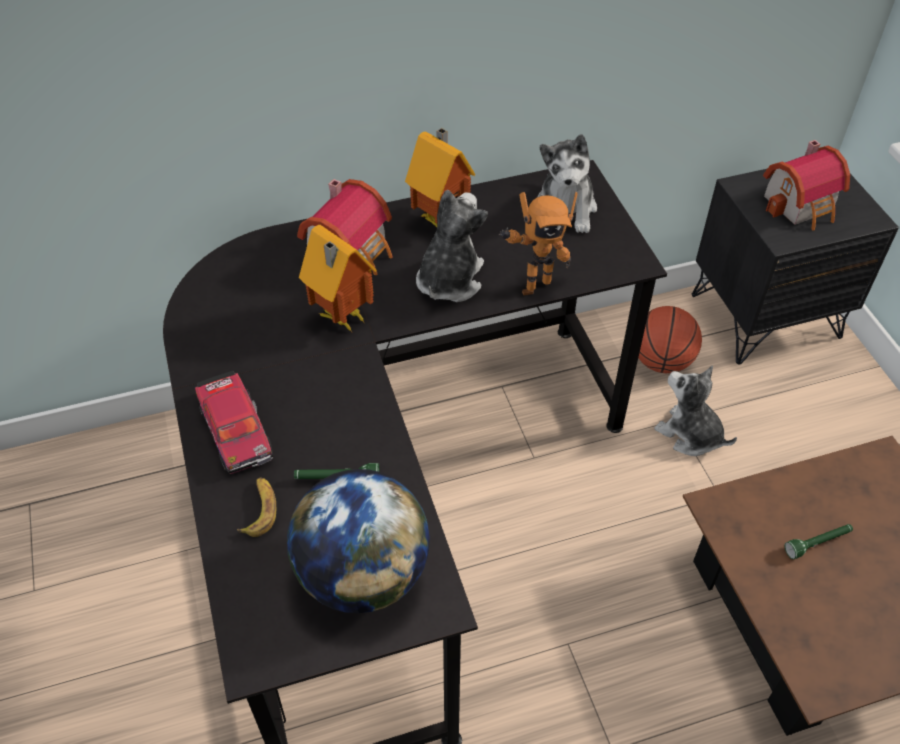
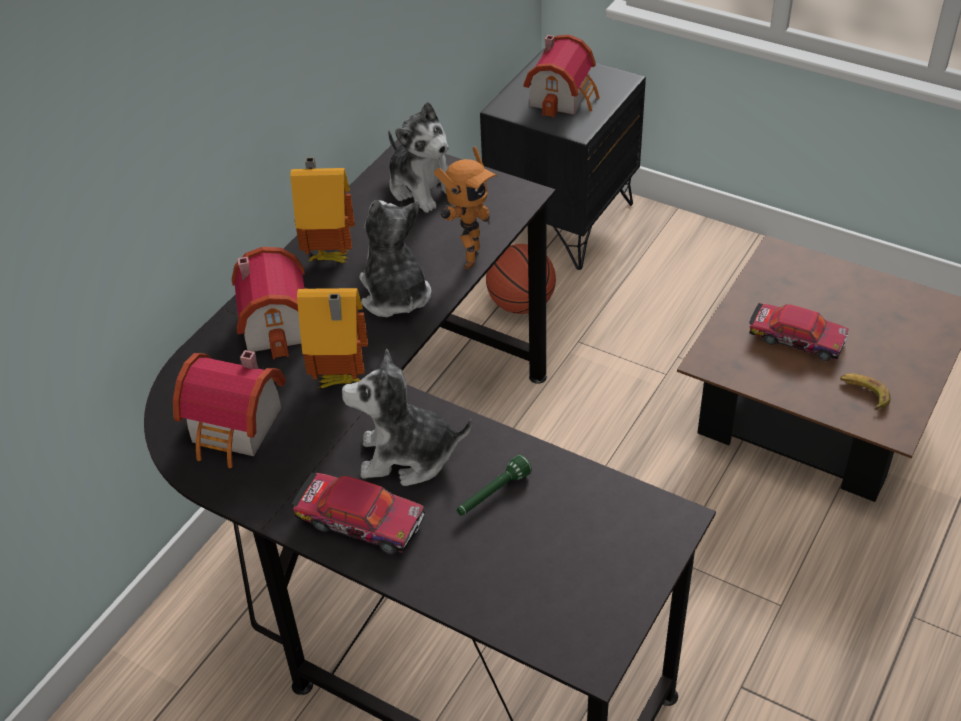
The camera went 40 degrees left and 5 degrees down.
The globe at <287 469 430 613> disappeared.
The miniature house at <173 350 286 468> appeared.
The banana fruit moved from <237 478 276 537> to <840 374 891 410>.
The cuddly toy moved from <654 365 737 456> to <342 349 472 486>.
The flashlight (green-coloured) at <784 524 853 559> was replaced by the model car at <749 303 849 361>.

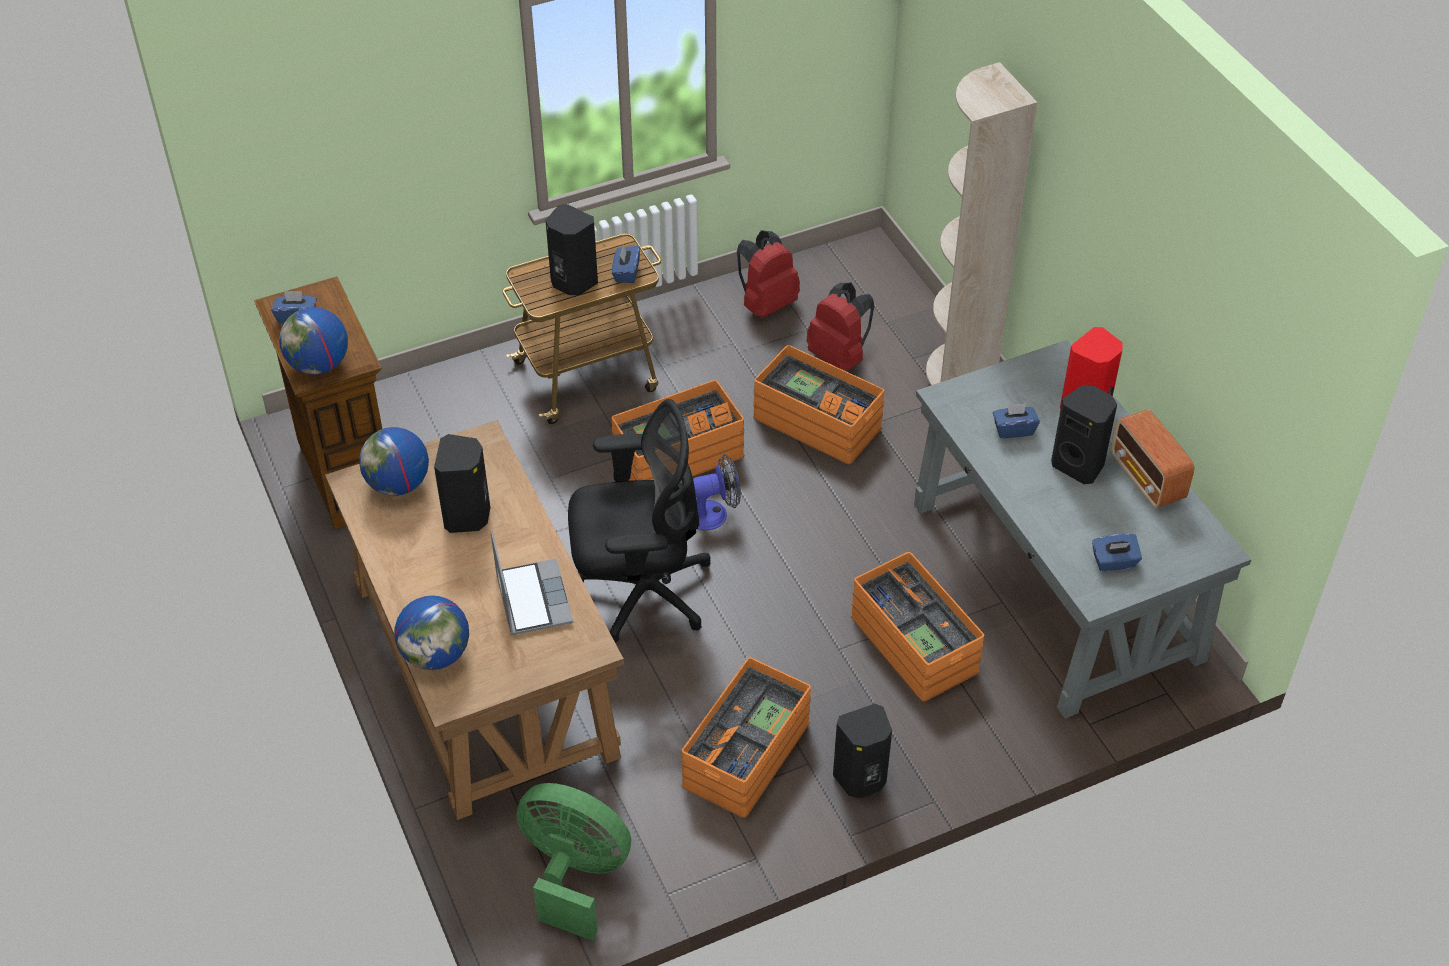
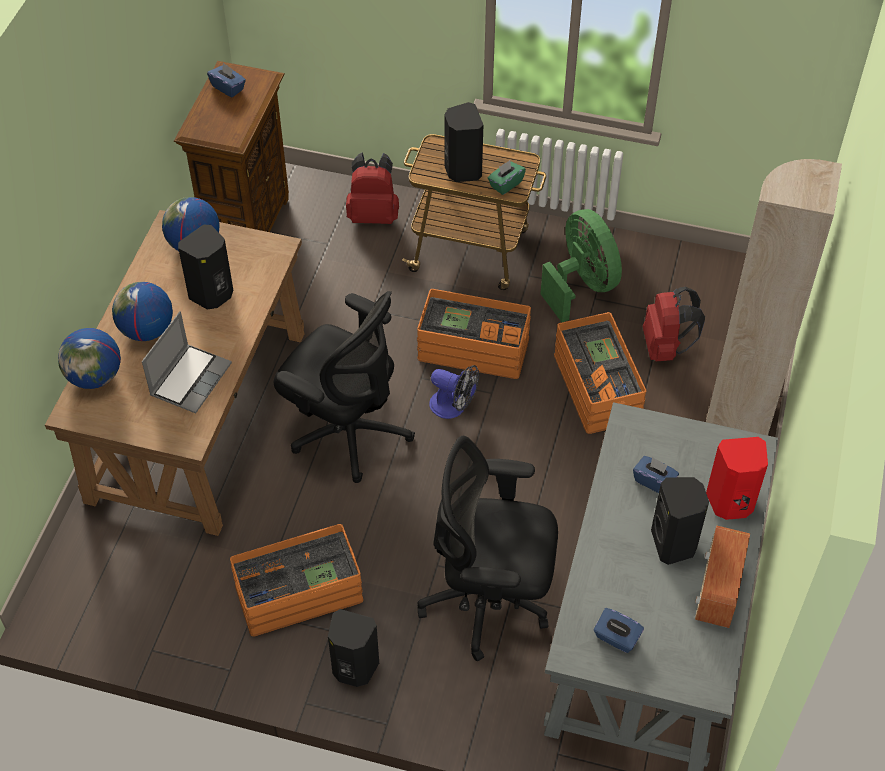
The camera went 40 degrees right and 5 degrees up.
The globe moved from <279 307 348 375> to <112 282 173 341>.
The cooling fan (green-coloured) moved from <517 783 631 941> to <540 209 622 322>.
The rucksack (red-coloured) moved from <737 230 800 318> to <346 152 399 224>.
The storage bin (orangey) at <851 552 984 701> was replaced by the computer chair (blackish) at <418 436 558 662>.
The box of tissues (blue) at <612 245 640 283> became the box of tissues (green-coloured) at <488 160 526 195>.

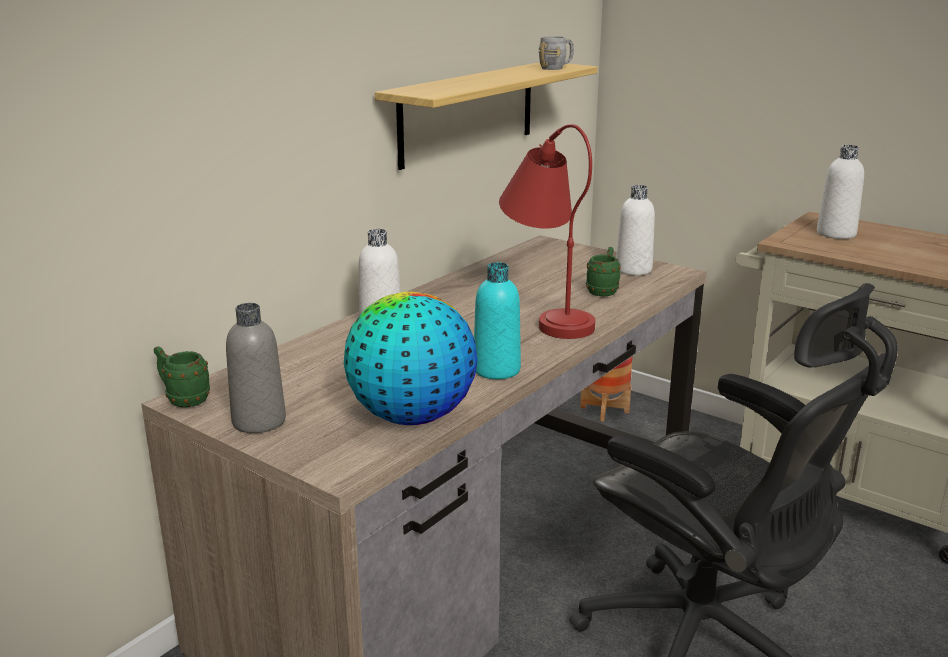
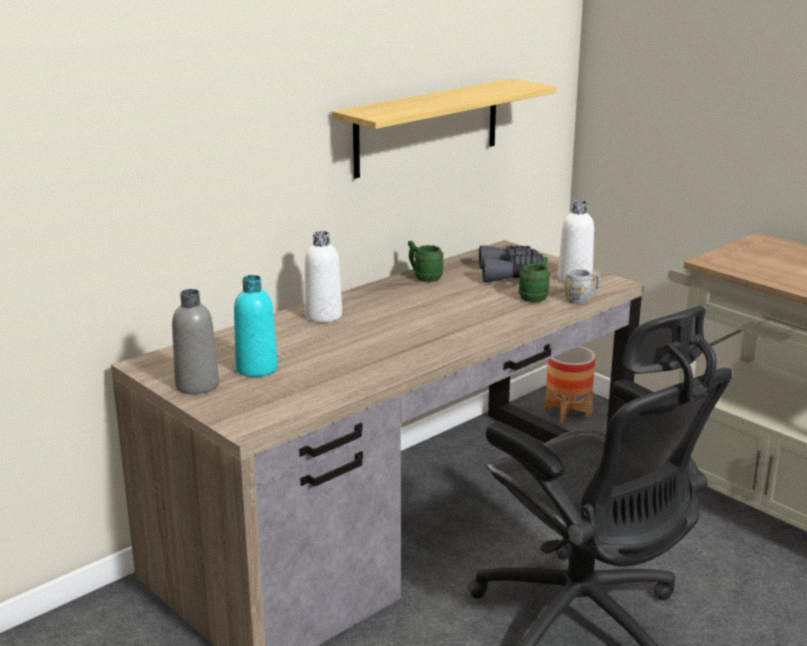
The camera went 10 degrees right and 0 degrees up.
The globe at <344 292 477 425> disappeared.
The lamp for a table (red-coloured) at <499 124 595 339> disappeared.
The bottle (white) at <817 145 864 239> disappeared.
The pair of binoculars (grey) at <479 245 543 282> appeared.
The coffee mug (green-coloured) moved from <154 346 210 407> to <408 241 444 282>.
The bottle (turquoise) moved from <474 262 521 379> to <234 275 278 377>.
The coffee mug (grey) moved from <539 36 574 70> to <564 269 601 304>.

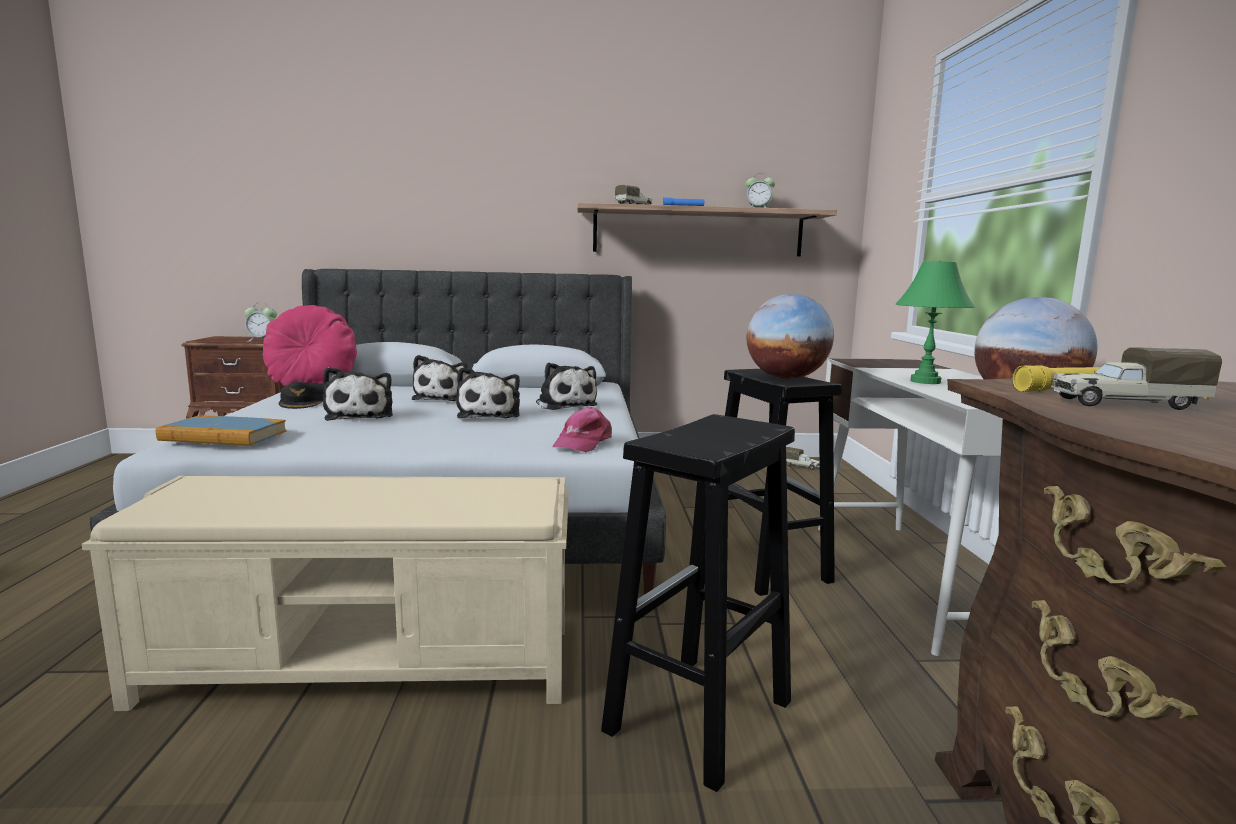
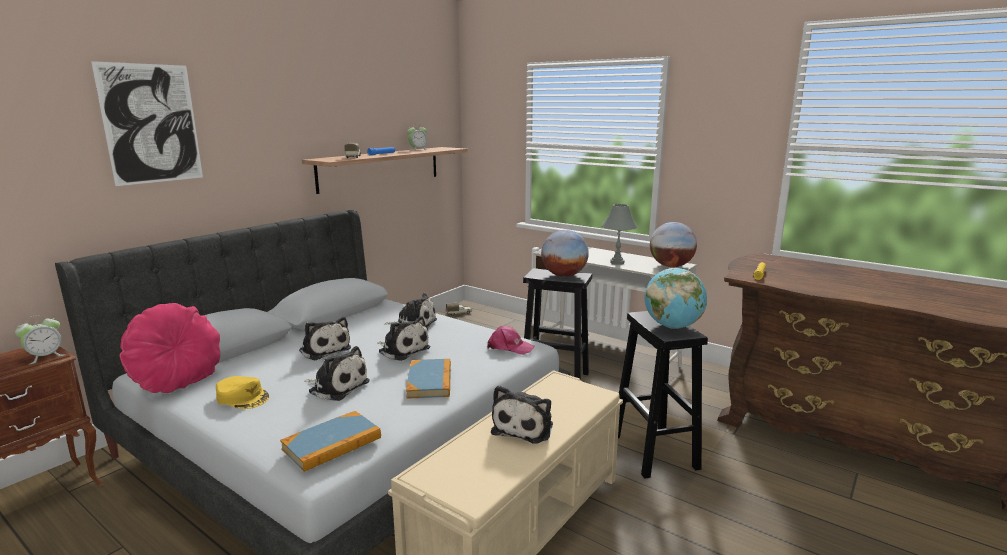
The camera went 50 degrees left and 5 degrees up.
The toy truck at <1051 347 1222 410> disappeared.
The wall art at <91 61 203 186> appeared.
The volume at <406 359 451 399> appeared.
The cuddly toy at <491 385 553 444> appeared.
The globe at <645 268 707 329> appeared.
The baseball cap (blackish) at <279 382 324 409> became the baseball cap (yellowish) at <216 376 269 409>.
The lamp for a table (green-coloured) at <896 261 975 384> became the lamp for a table (grey) at <601 204 638 265>.
The baseball cap (pinkish) at <552 407 612 452> turned 45 degrees counterclockwise.

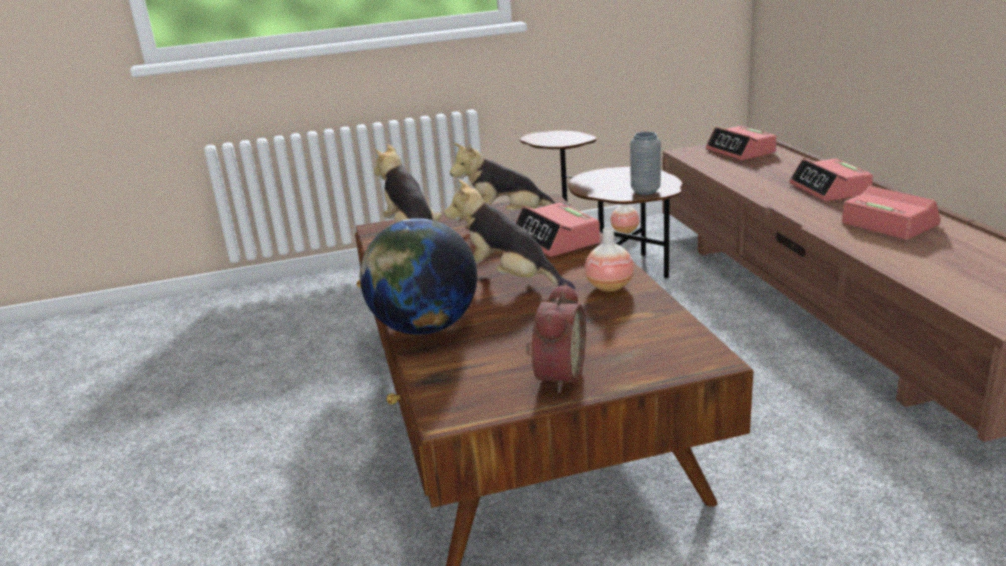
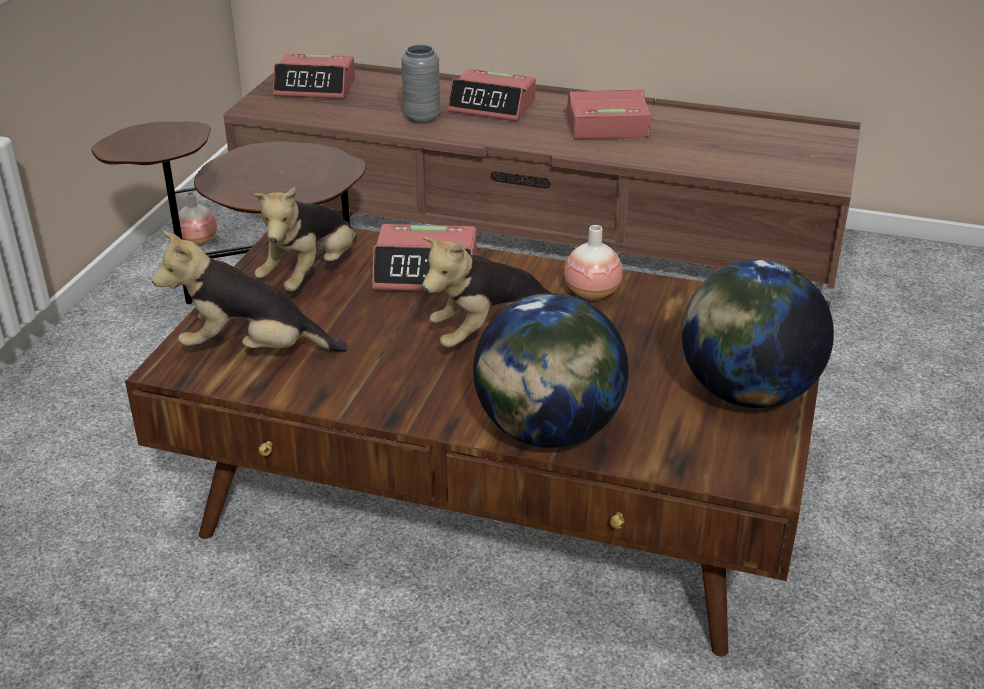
The camera went 60 degrees left and 10 degrees up.
The decorative vase (grey) moved from <630 132 661 195> to <401 44 440 124>.
The bedside clock at <526 283 586 393> was replaced by the globe at <682 260 834 408>.

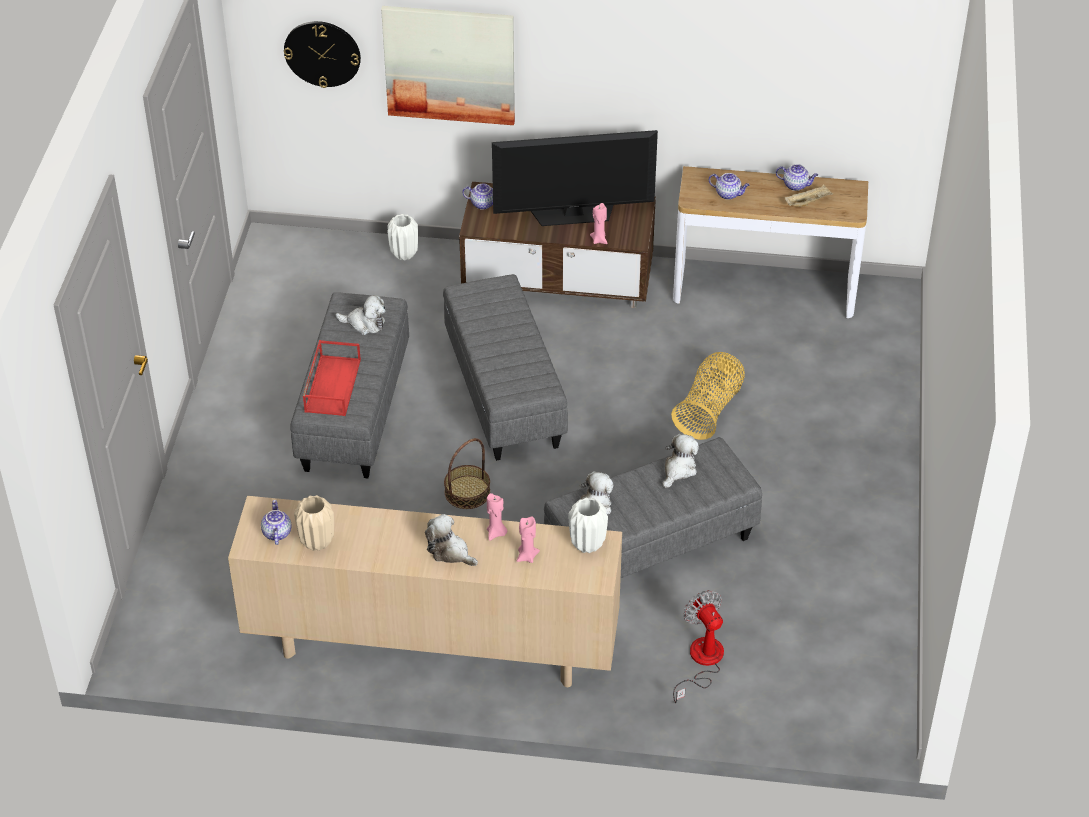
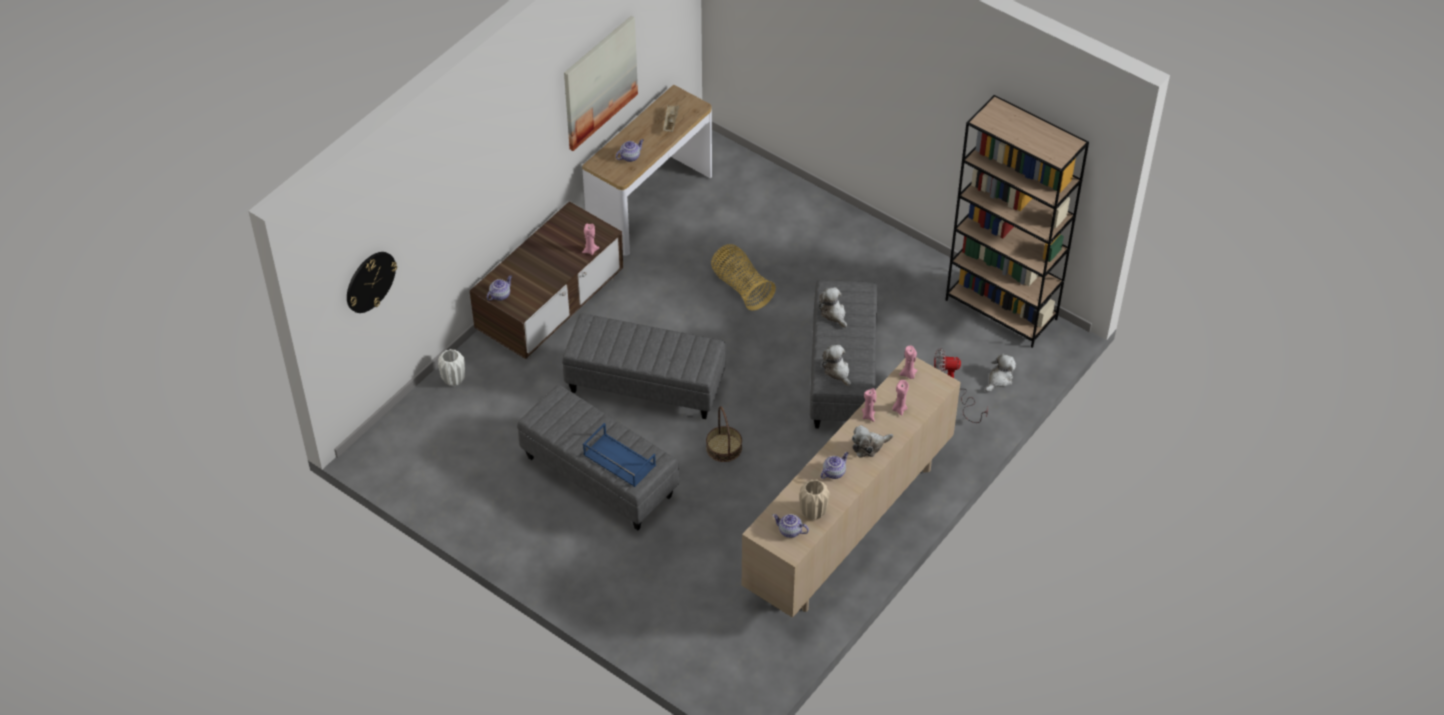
The camera went 60 degrees left and 5 degrees up.
The TV set at <492 130 658 226> disappeared.
The bookshelf (beige-coloured) at <946 95 1089 348> appeared.
The cuddly toy moved from <335 295 386 335> to <985 354 1016 392>.
The wall art moved from <381 6 515 125> to <564 16 638 151>.
The teapot moved from <776 164 818 191> to <821 452 849 479>.
The decorative vase (white) at <568 498 608 553> was replaced by the candle (pinkish) at <899 346 917 379>.
The carrying tray (red-coloured) at <303 340 361 416> became the carrying tray (blue) at <583 423 656 487>.

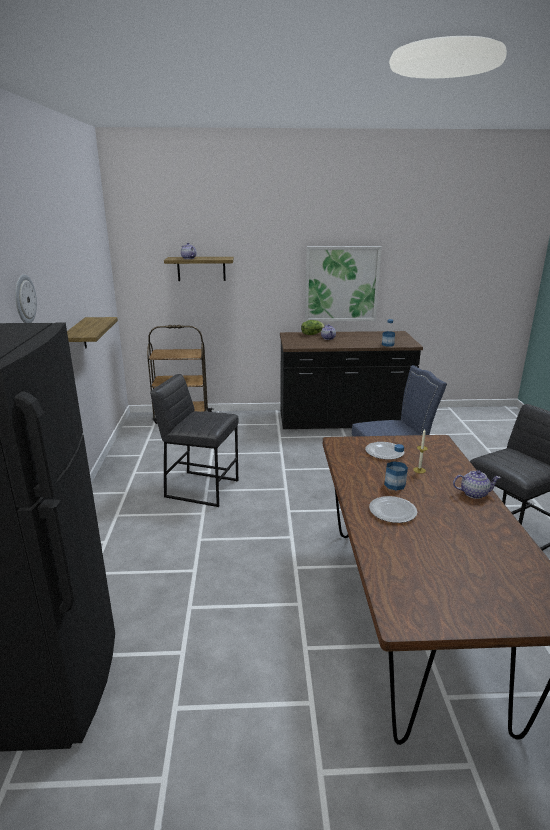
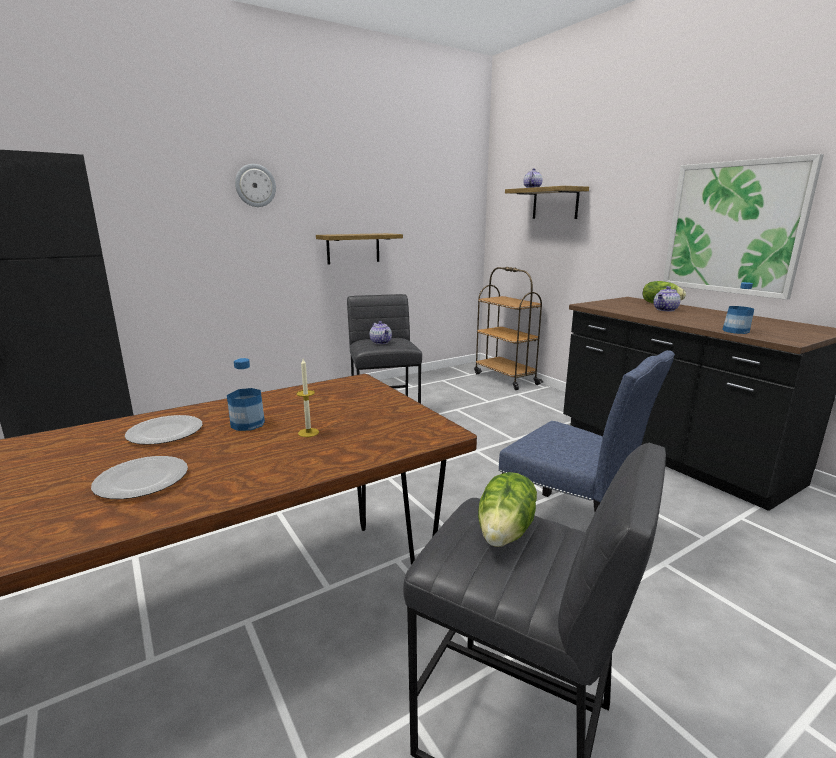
The camera went 60 degrees right and 5 degrees down.
The lettuce at <478 472 537 547> appeared.
The dinner plate moved from <365 442 404 460> to <91 456 188 499>.
The teapot moved from <453 470 500 499> to <370 321 392 344>.

